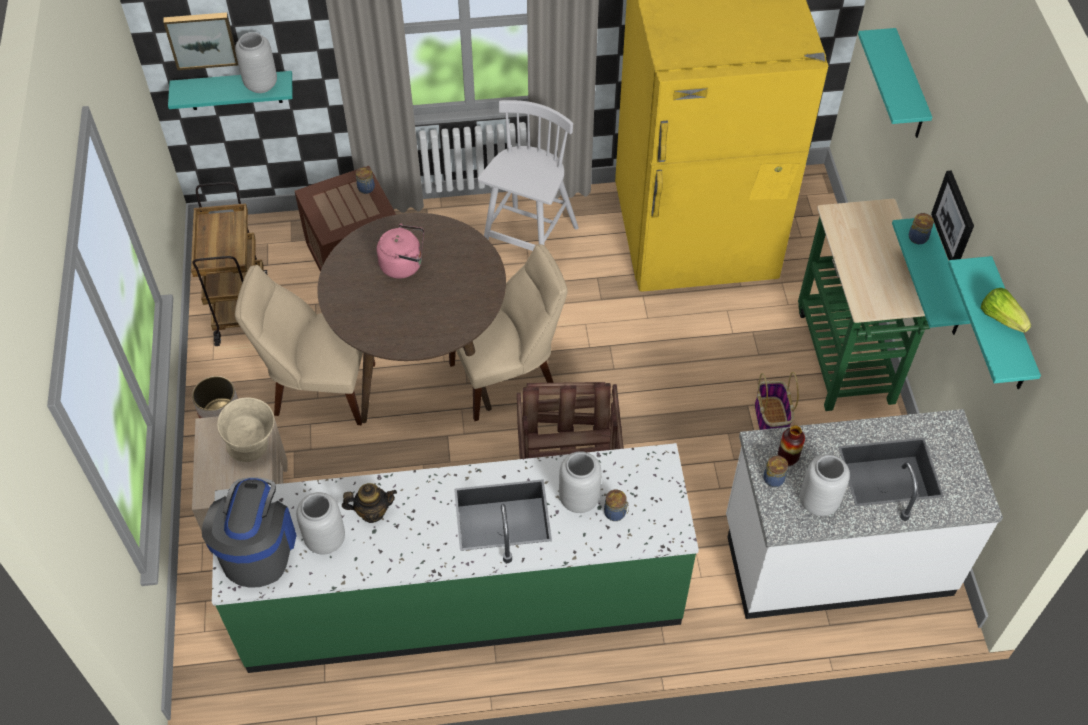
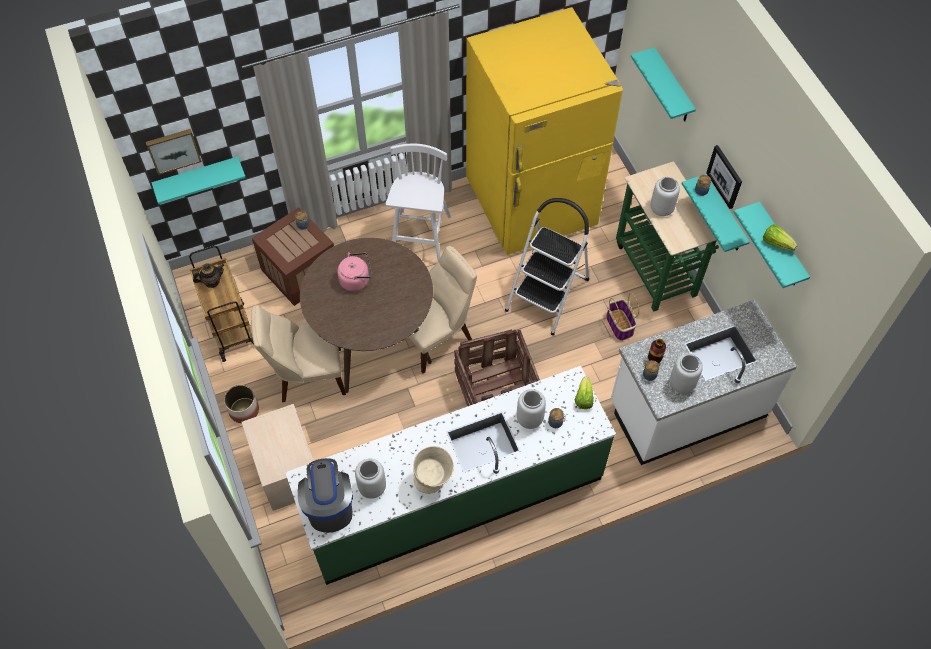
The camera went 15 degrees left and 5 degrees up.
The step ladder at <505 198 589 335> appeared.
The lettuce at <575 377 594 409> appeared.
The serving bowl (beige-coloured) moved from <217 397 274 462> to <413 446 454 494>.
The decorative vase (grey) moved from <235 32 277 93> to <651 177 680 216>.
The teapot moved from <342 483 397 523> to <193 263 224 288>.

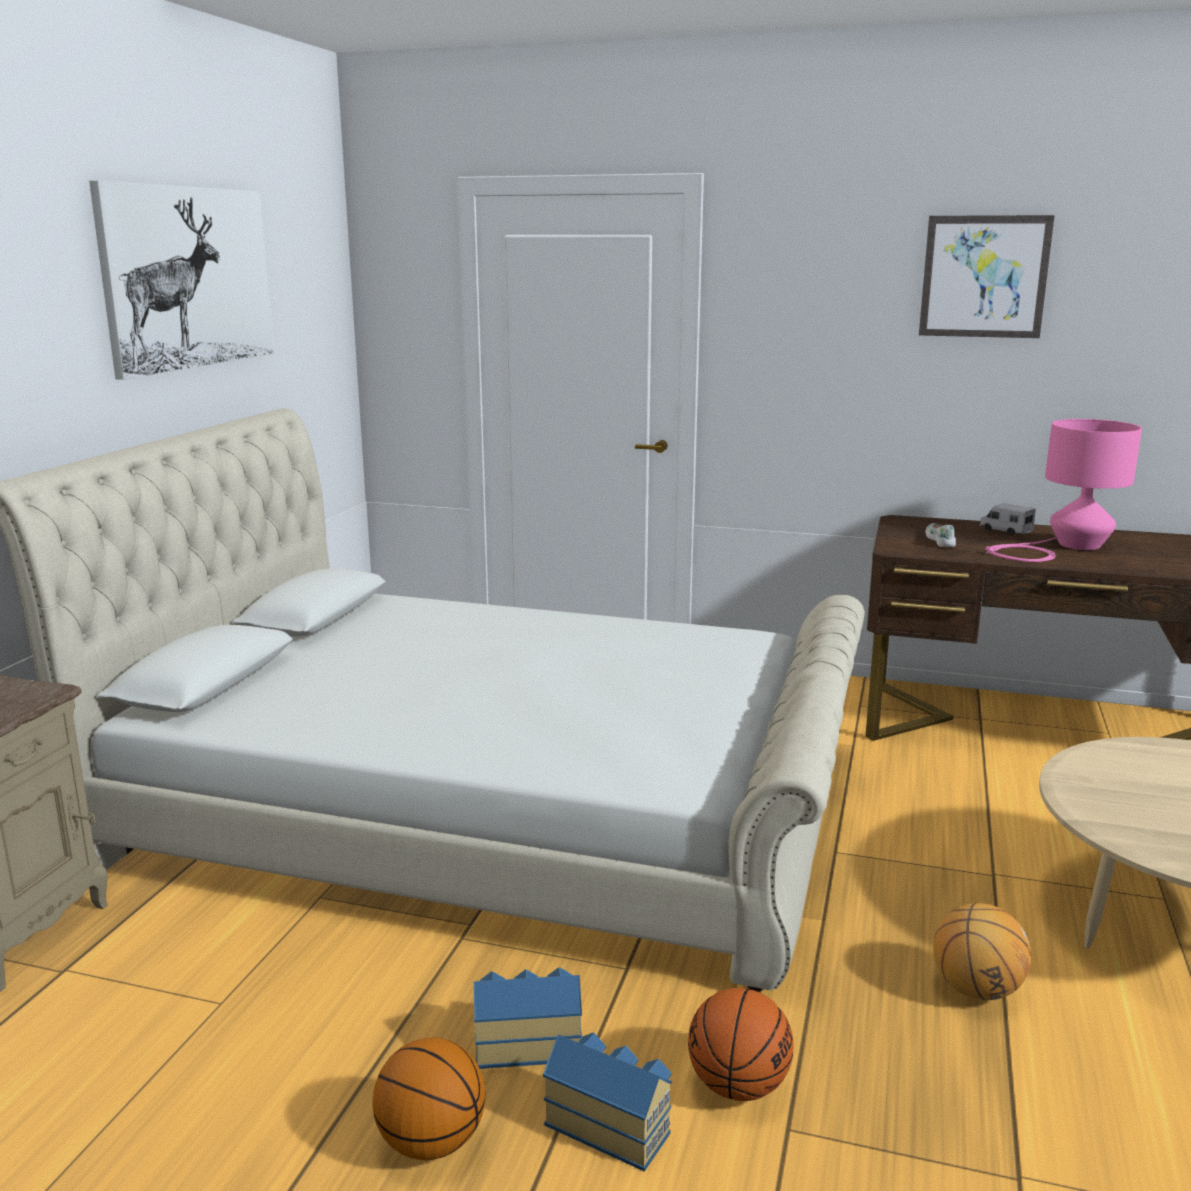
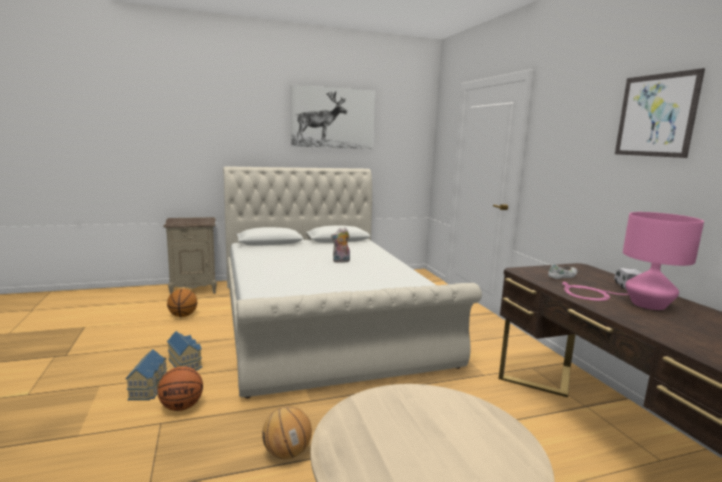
The camera went 55 degrees right and 5 degrees down.
The cuddly toy at <331 227 350 263> appeared.
The basketball ball moved from <373 1037 486 1160> to <167 289 197 317>.

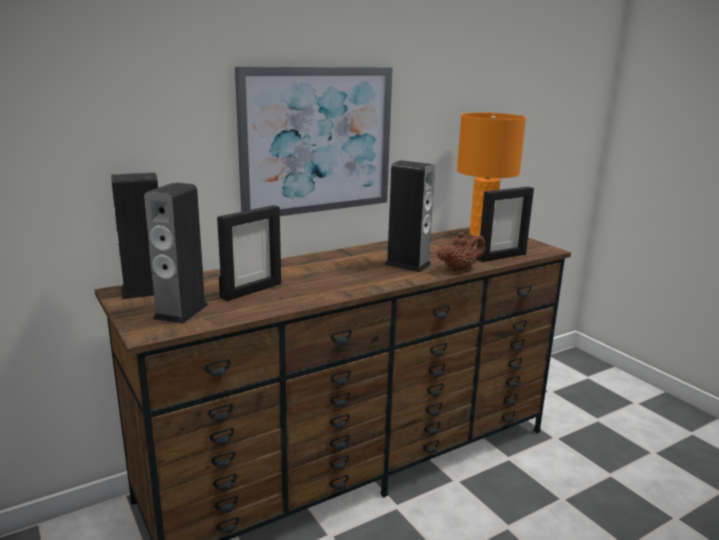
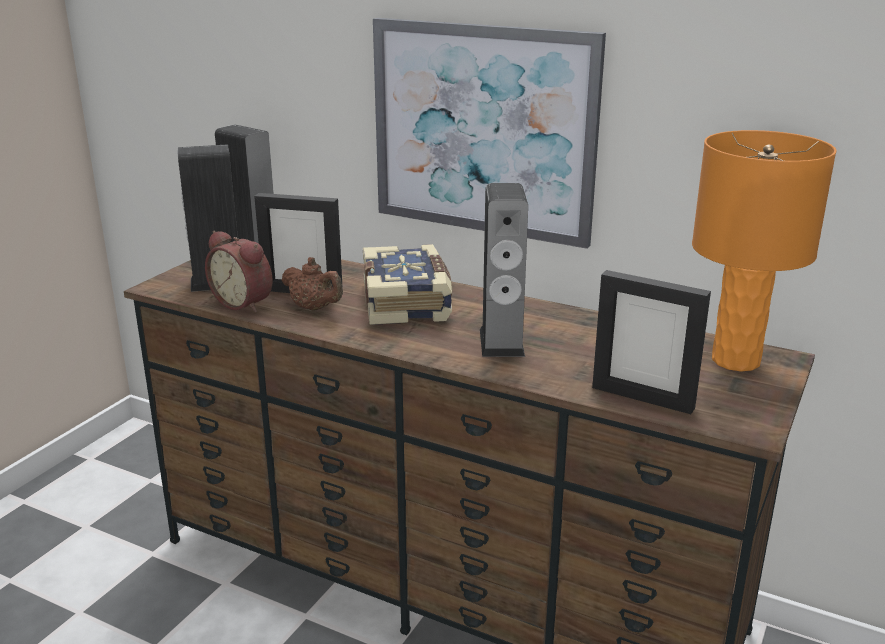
The camera went 60 degrees right and 5 degrees up.
The bedside clock at <205 231 273 312> appeared.
The volume at <363 244 453 325> appeared.
The teapot (brown) moved from <436 232 486 271> to <282 257 343 311>.

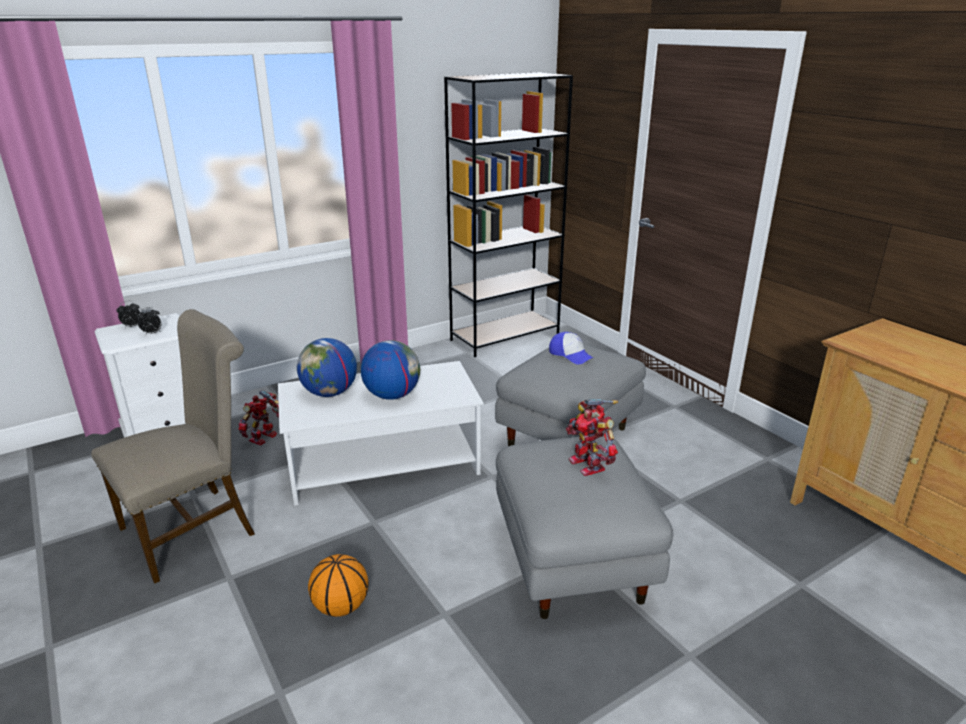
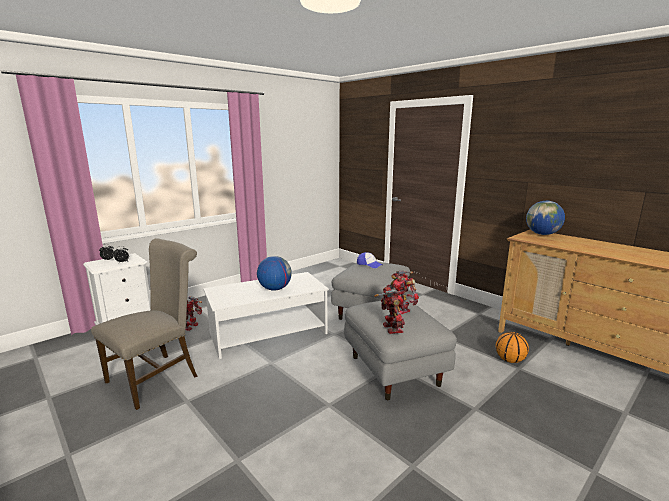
The camera went 10 degrees left and 10 degrees down.
The bookshelf (beige-coloured) at <444 72 573 357> disappeared.
The model robot at <374 286 405 334> appeared.
The globe moved from <297 338 357 397> to <526 201 565 235>.
The basketball ball moved from <308 554 369 617> to <496 332 529 363>.

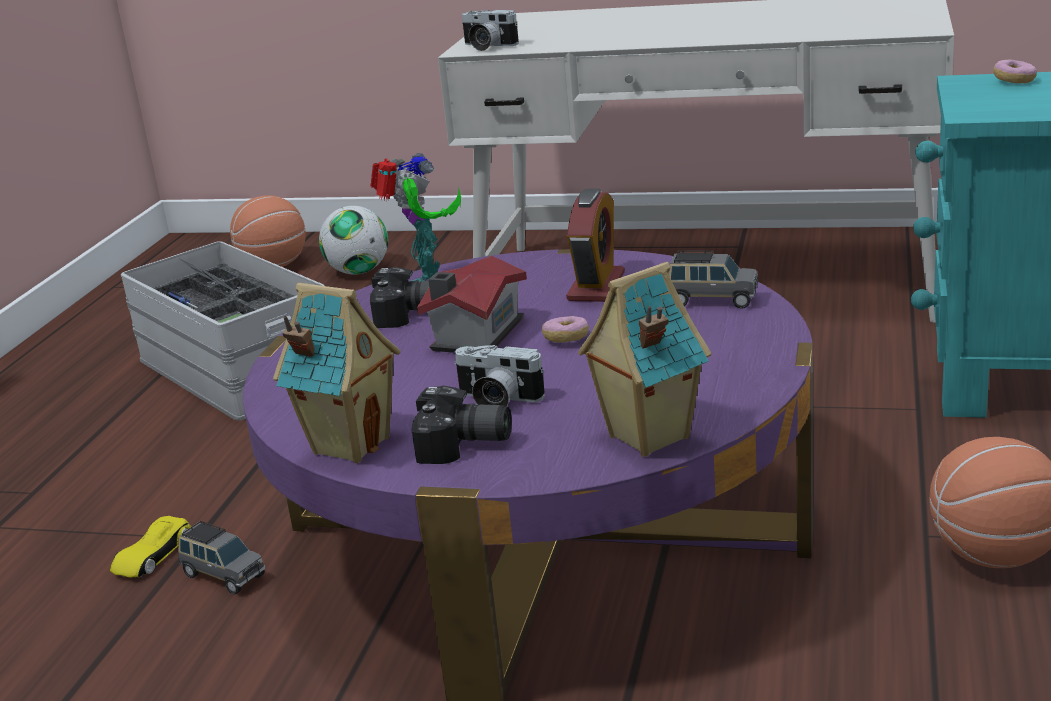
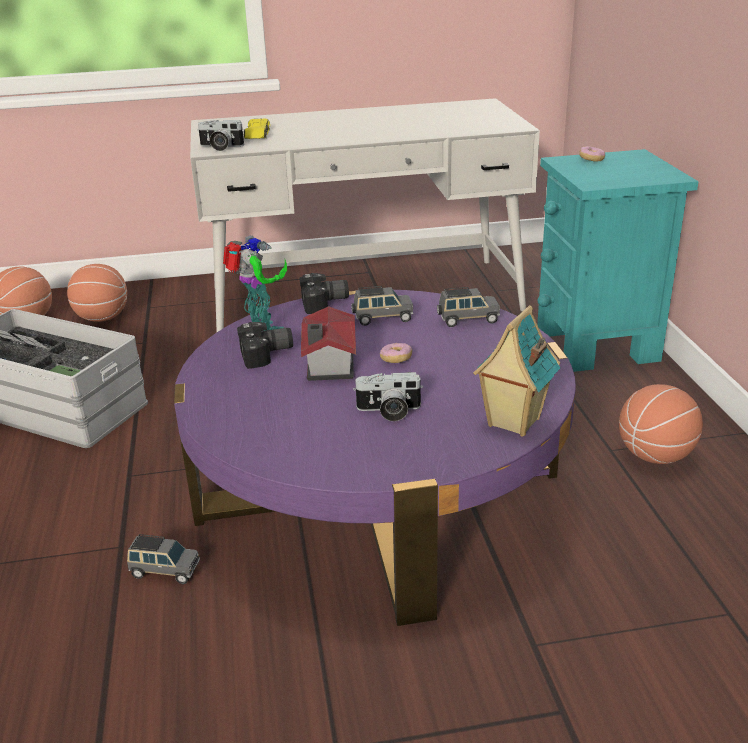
The camera went 25 degrees left and 5 degrees up.
The miniature house at <273 283 400 463> disappeared.
The model car (yellowish) moved from <110 516 191 578> to <244 119 270 139>.
The still camera moved from <412 386 512 464> to <300 273 349 314>.
The football ball at <319 206 388 274> was replaced by the basketball ball at <67 264 127 322>.
The bedside clock at <566 188 625 302> was replaced by the model car (grey) at <351 286 413 326>.

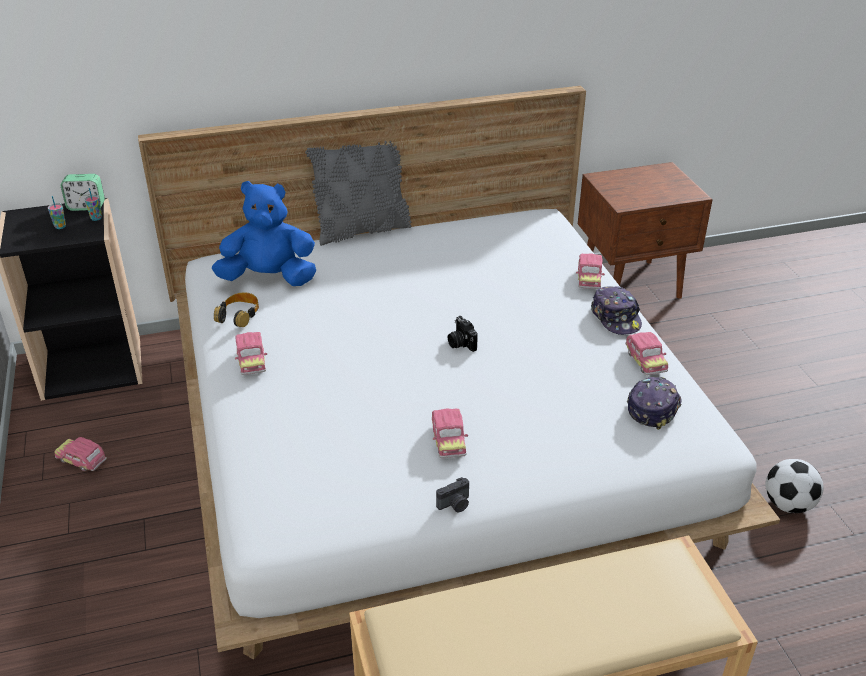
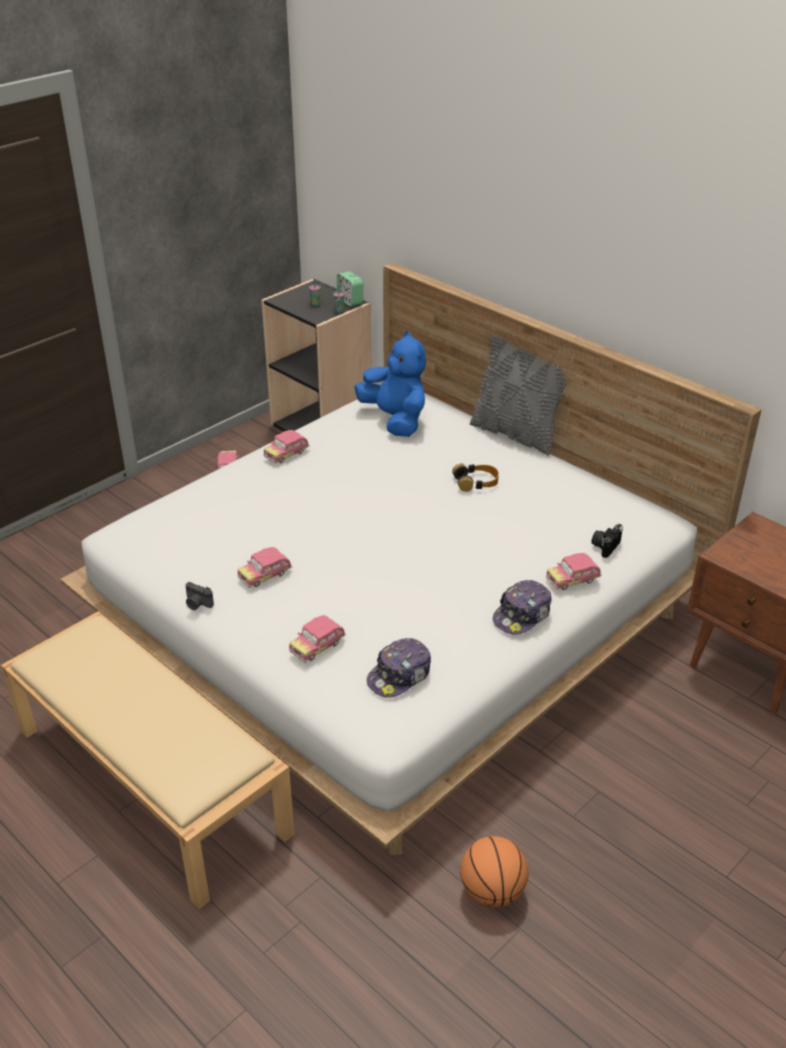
The camera went 60 degrees right and 0 degrees up.
The headset moved from <214 292 259 327> to <452 464 499 492>.
The still camera moved from <448 316 478 352> to <591 524 623 558>.
The model car moved from <625 332 668 375> to <289 615 346 662>.
The football ball at <765 459 824 513> was replaced by the basketball ball at <460 836 529 907>.
The baseball cap at <627 377 682 430> turned 135 degrees clockwise.

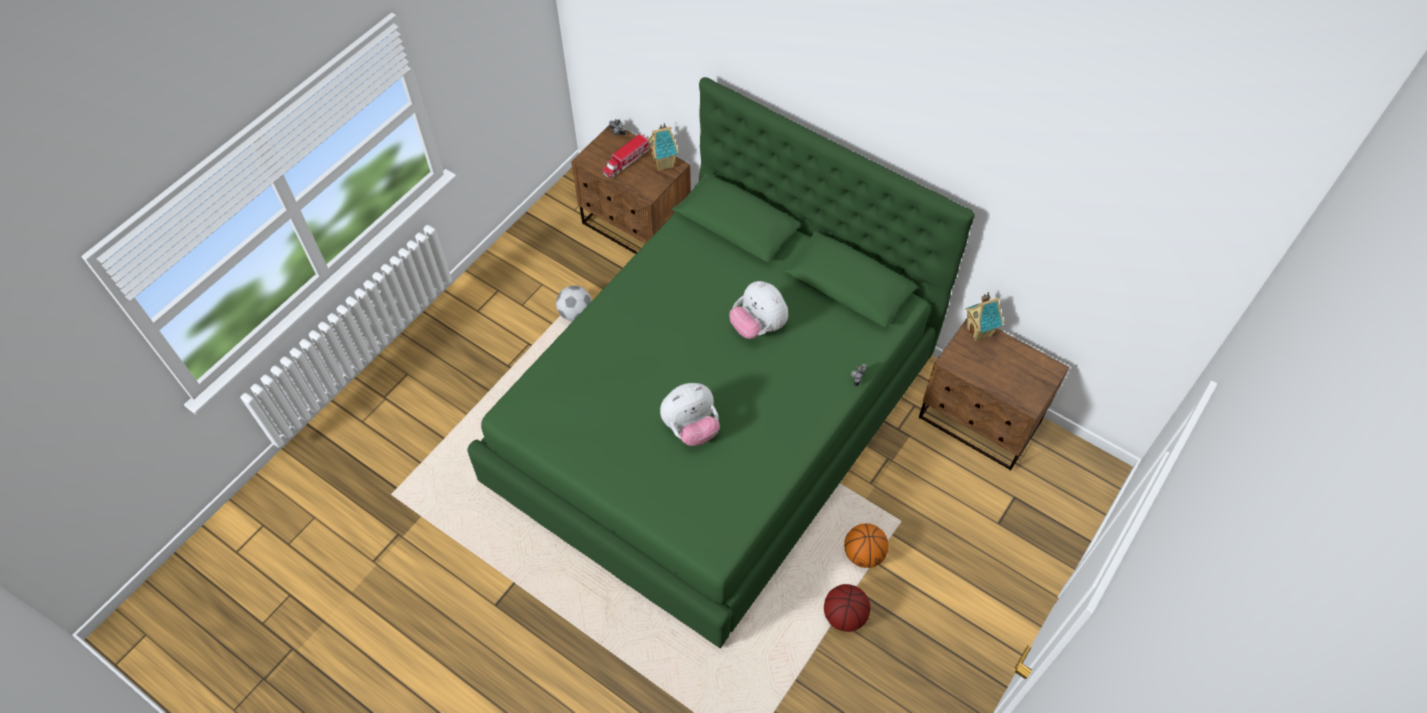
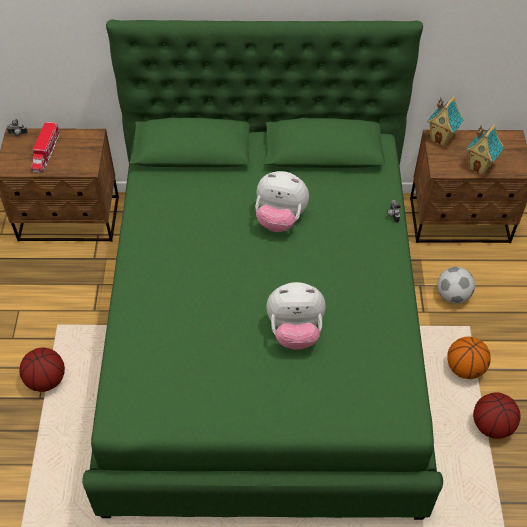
The camera went 35 degrees left and 5 degrees down.
The basketball ball at <19 348 65 392> appeared.
The football ball moved from <556 286 592 321> to <437 267 475 304>.
The miniature house moved from <647 123 679 171> to <466 124 504 176>.
The cuddly toy at <660 383 720 446> turned 60 degrees clockwise.

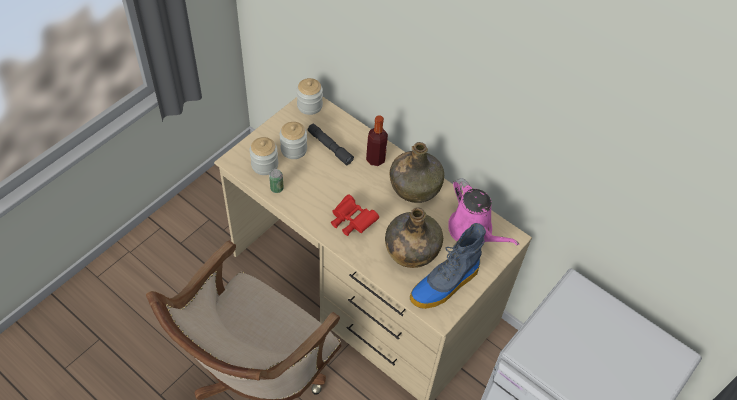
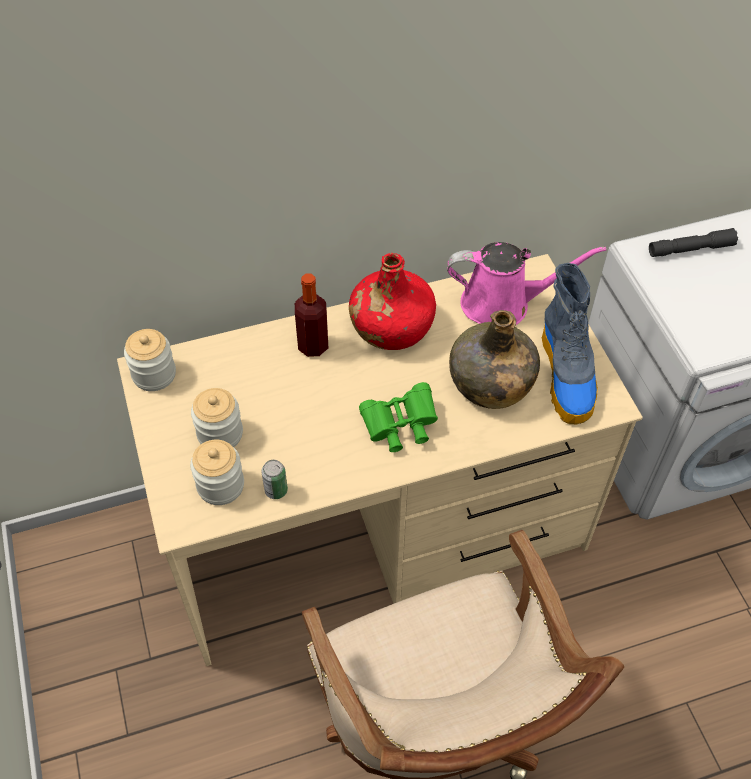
The camera went 55 degrees left and 0 degrees up.
The flashlight (grey) moved from <308 124 354 165> to <649 228 738 257>.
The pair of binoculars (red-coloured) at <331 194 379 236> became the pair of binoculars (green-coloured) at <359 382 438 452>.
The bottle (green-coloured) at <390 142 444 203> became the bottle (red-coloured) at <349 253 436 350>.

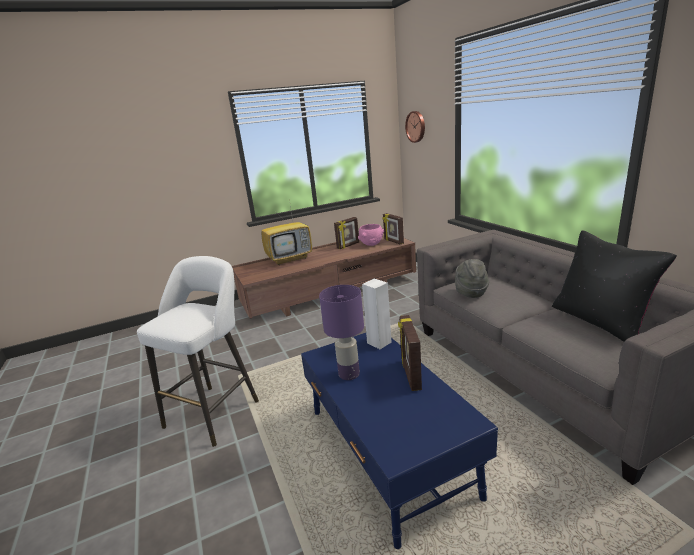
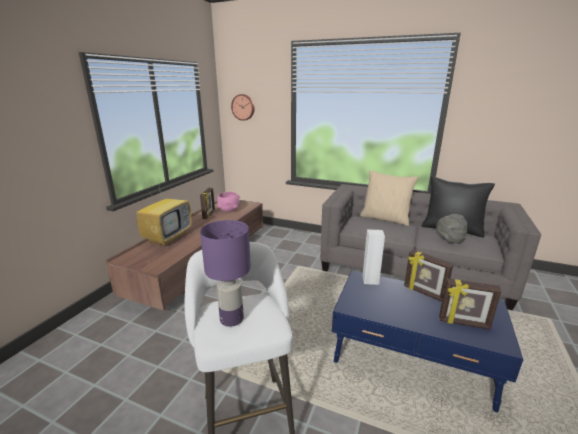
The camera went 45 degrees left and 0 degrees up.
The cushion (beige-coloured) at <360 170 418 226> appeared.
The lamp for a table (purple) moved from <319 285 364 380> to <200 220 251 327>.
The photo frame moved from <382 213 404 244> to <439 278 502 330>.
The clothing hat (grey) moved from <455 259 489 298> to <436 214 467 244>.

